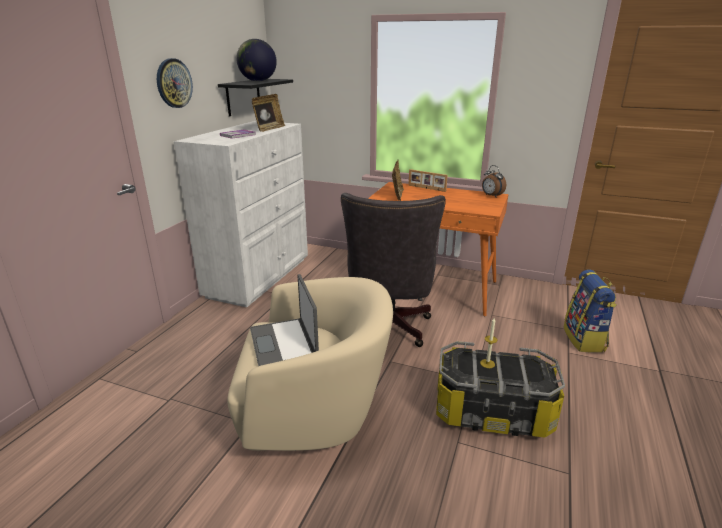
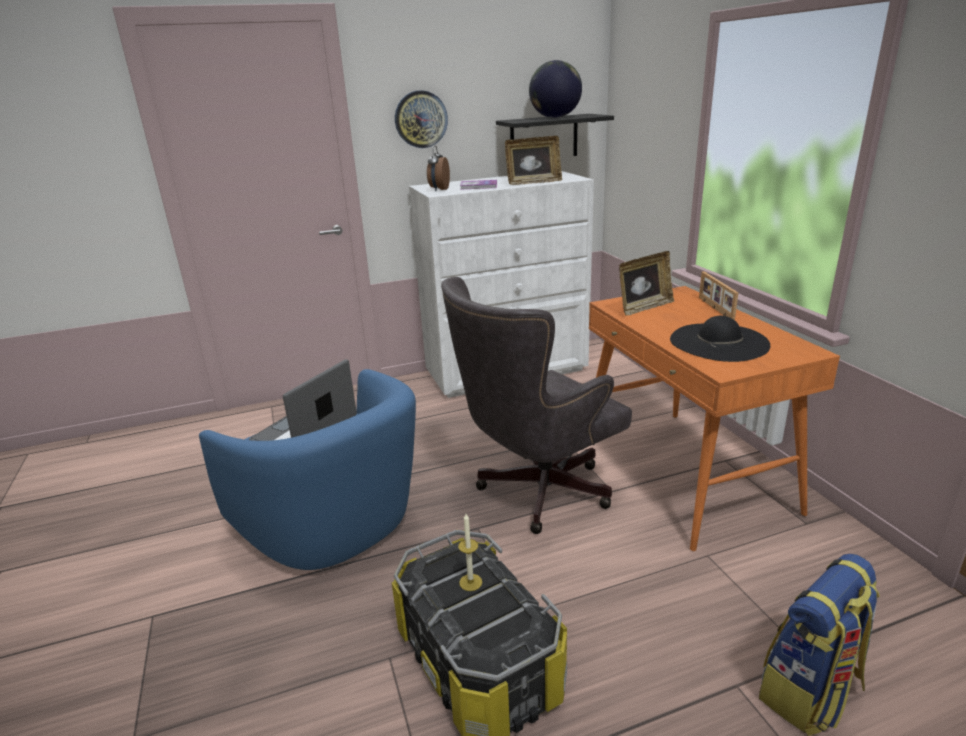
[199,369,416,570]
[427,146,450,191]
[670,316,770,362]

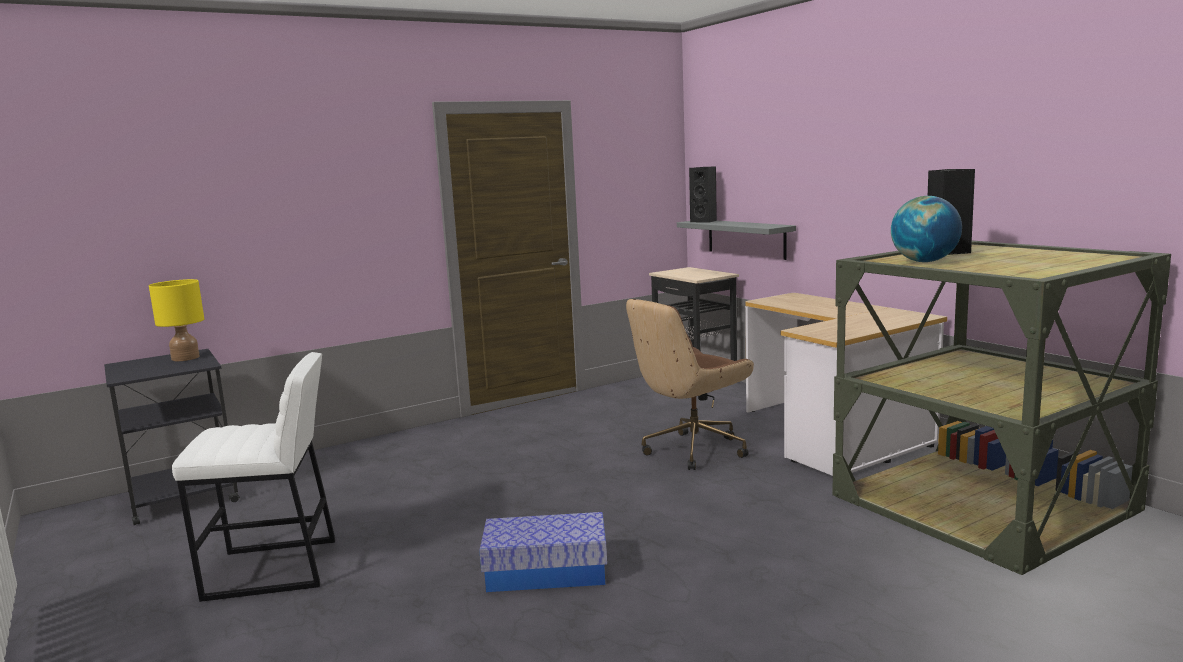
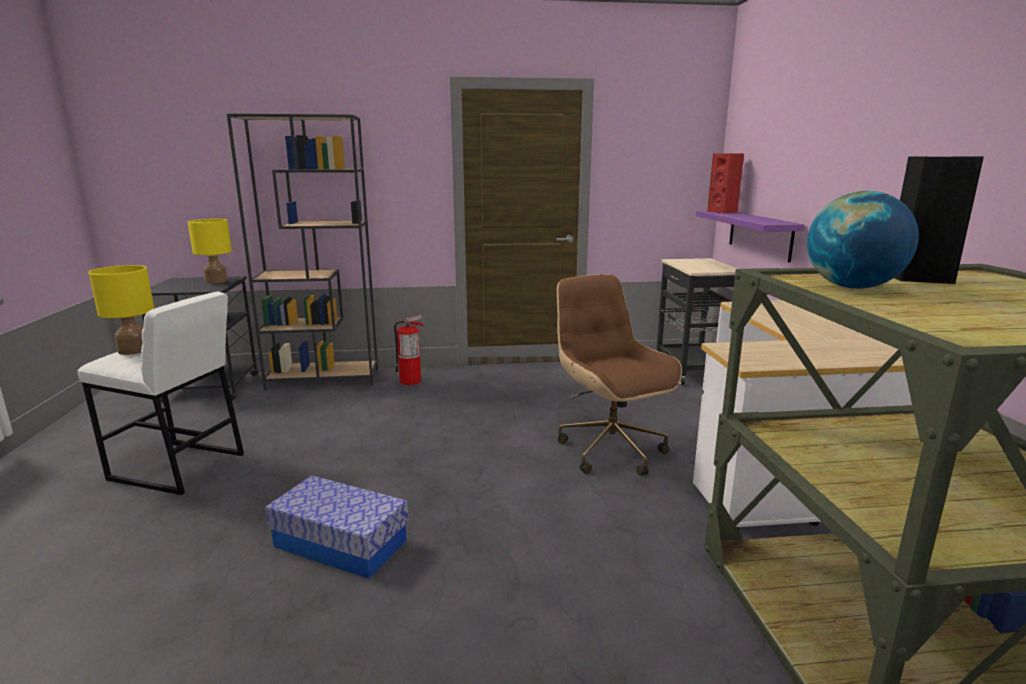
[88,265,154,355]
[227,114,378,390]
[394,315,424,385]
[557,274,682,476]
[696,211,805,263]
[707,153,744,214]

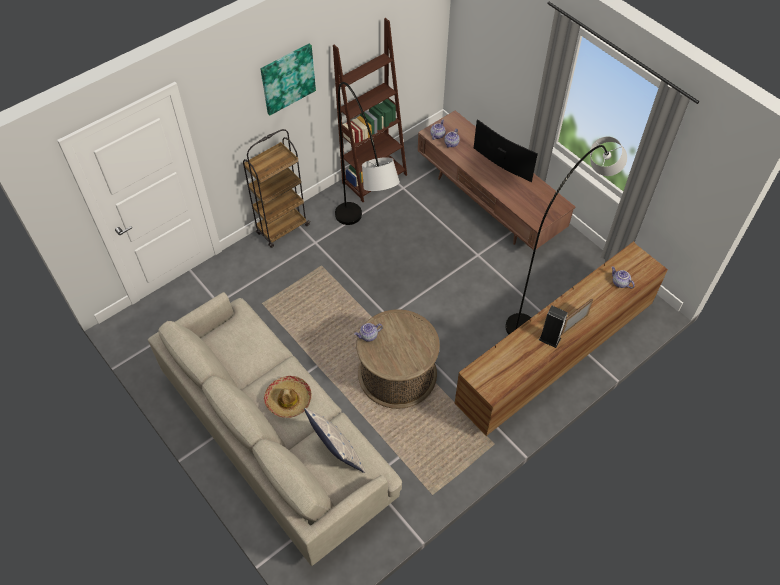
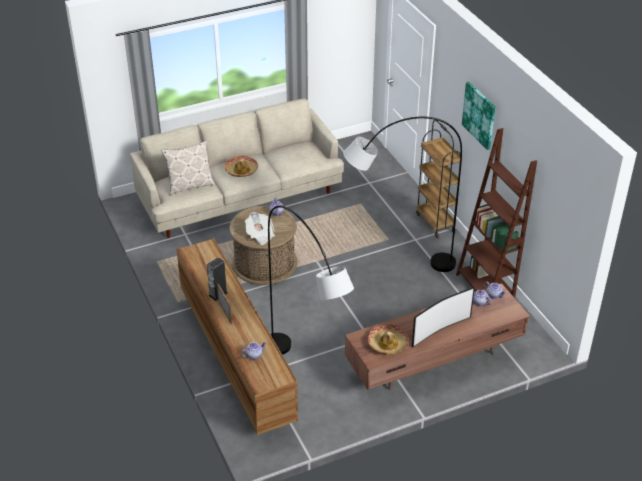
[245,212,275,245]
[368,324,409,355]

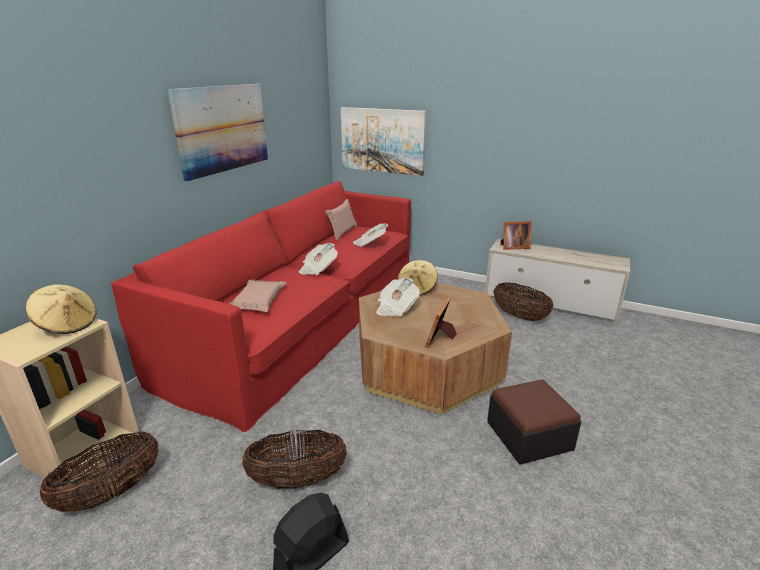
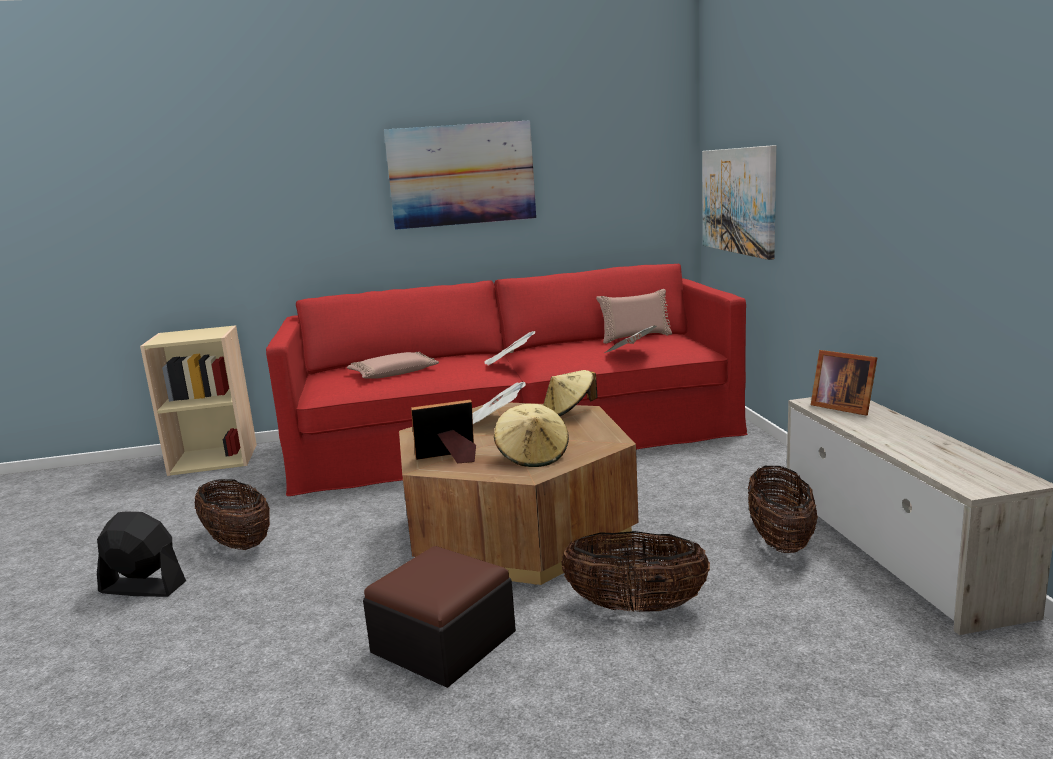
[494,404,569,467]
[562,531,710,612]

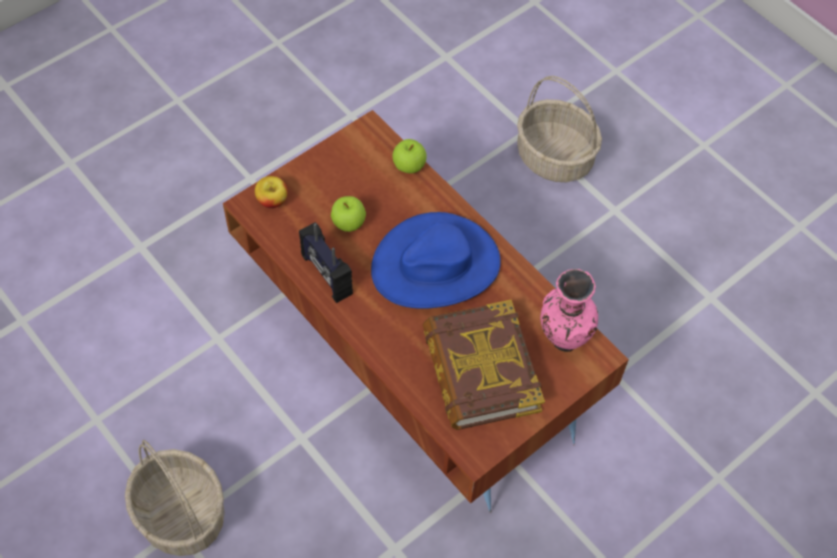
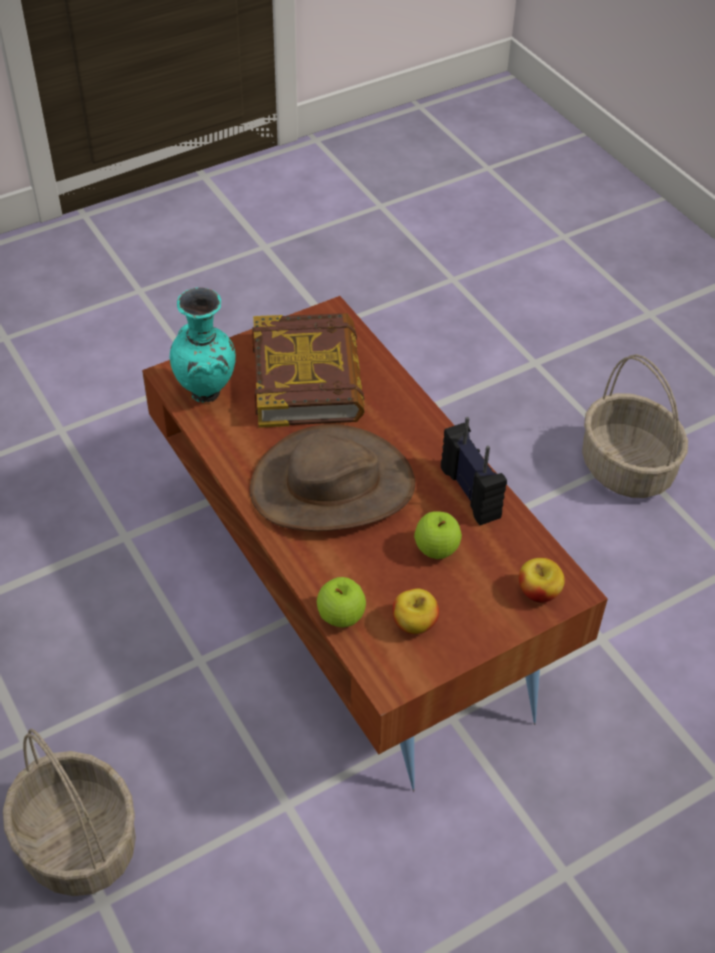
[170,287,236,403]
[250,424,415,531]
[393,589,439,634]

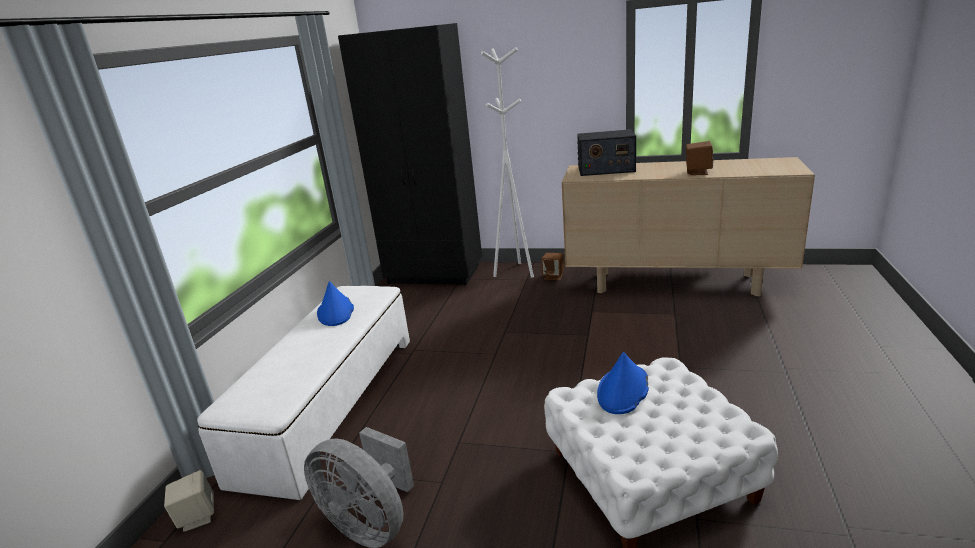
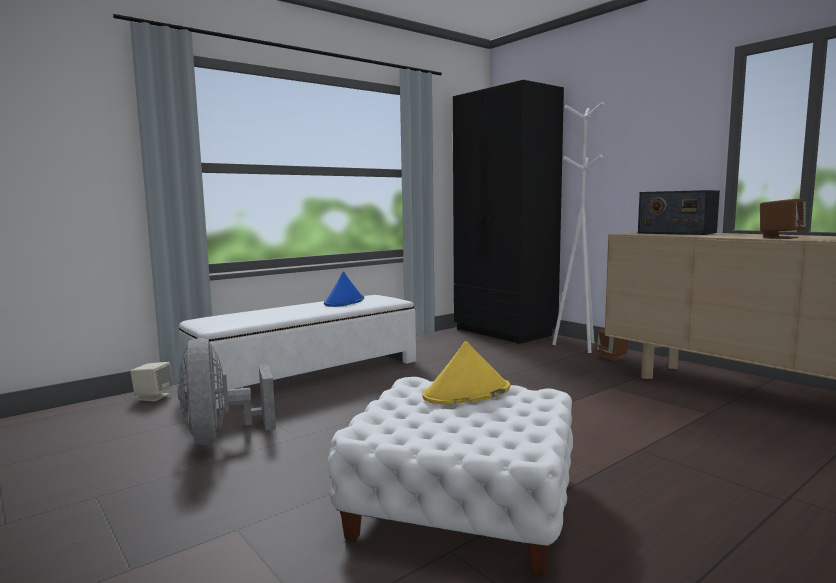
[422,341,510,405]

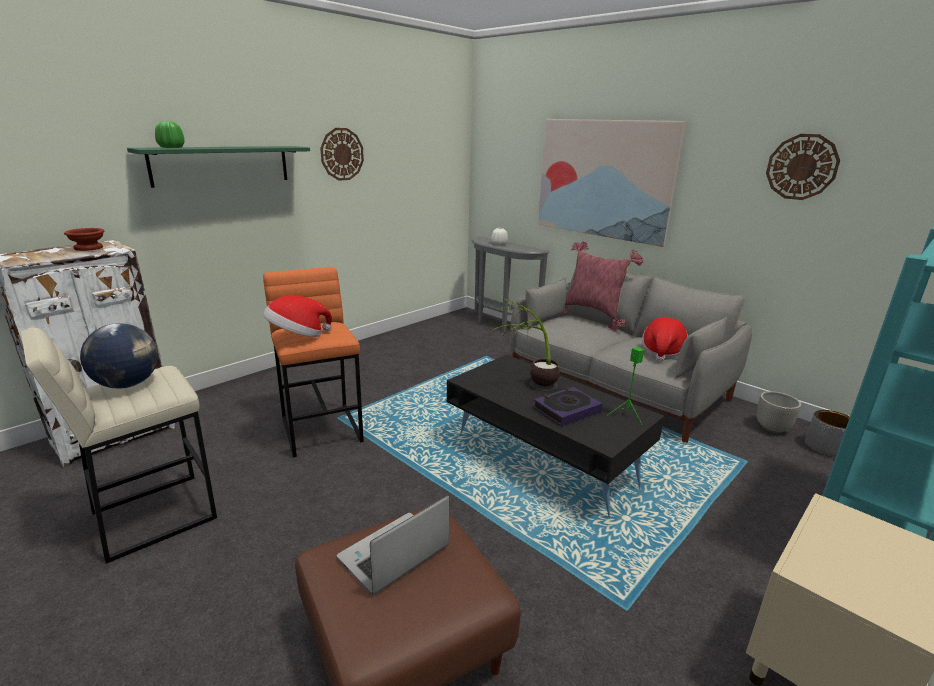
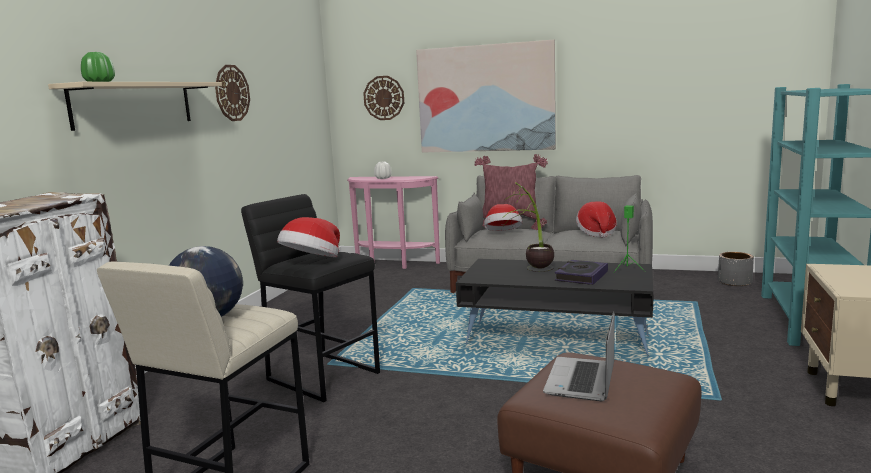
[48,82,222,131]
[241,194,380,402]
[347,176,440,269]
[363,76,404,120]
[484,204,522,231]
[64,228,104,251] (first image)
[757,391,801,433] (first image)

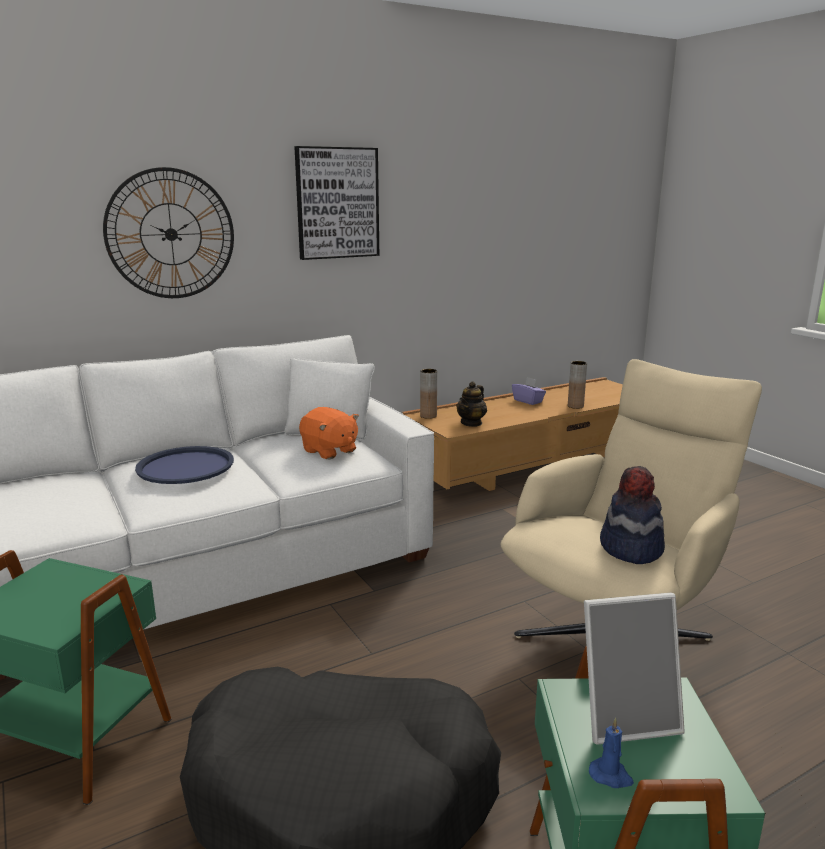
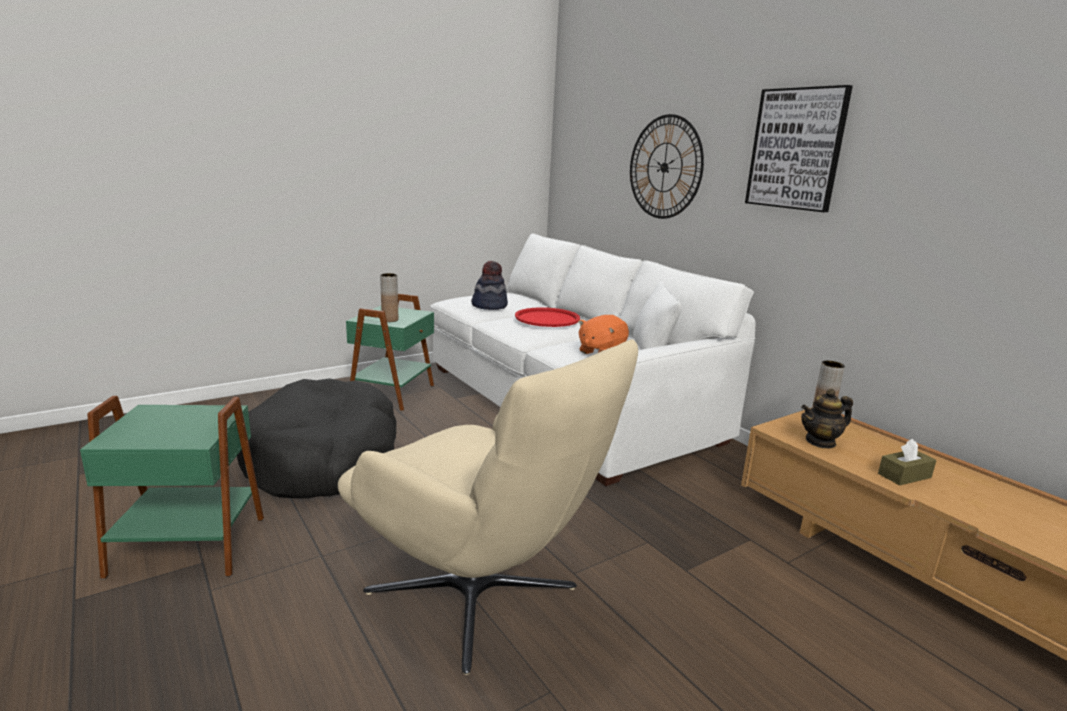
[380,273,398,322]
[471,261,508,310]
[515,307,580,327]
[801,389,853,449]
[878,439,937,486]
[512,377,546,405] (first image)
[584,593,685,745] (first image)
[589,718,634,788] (first image)

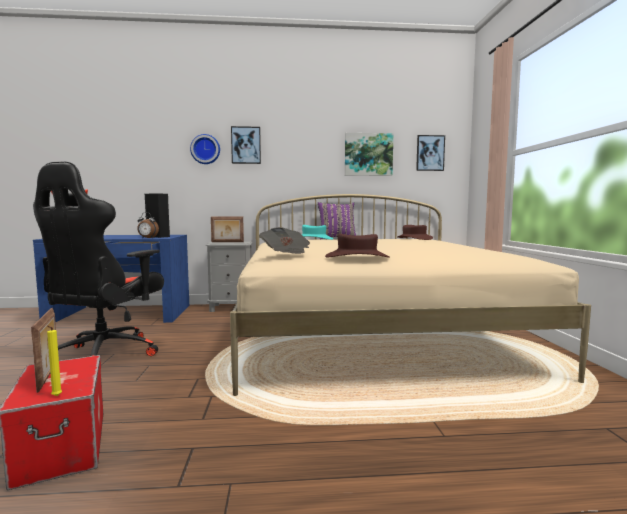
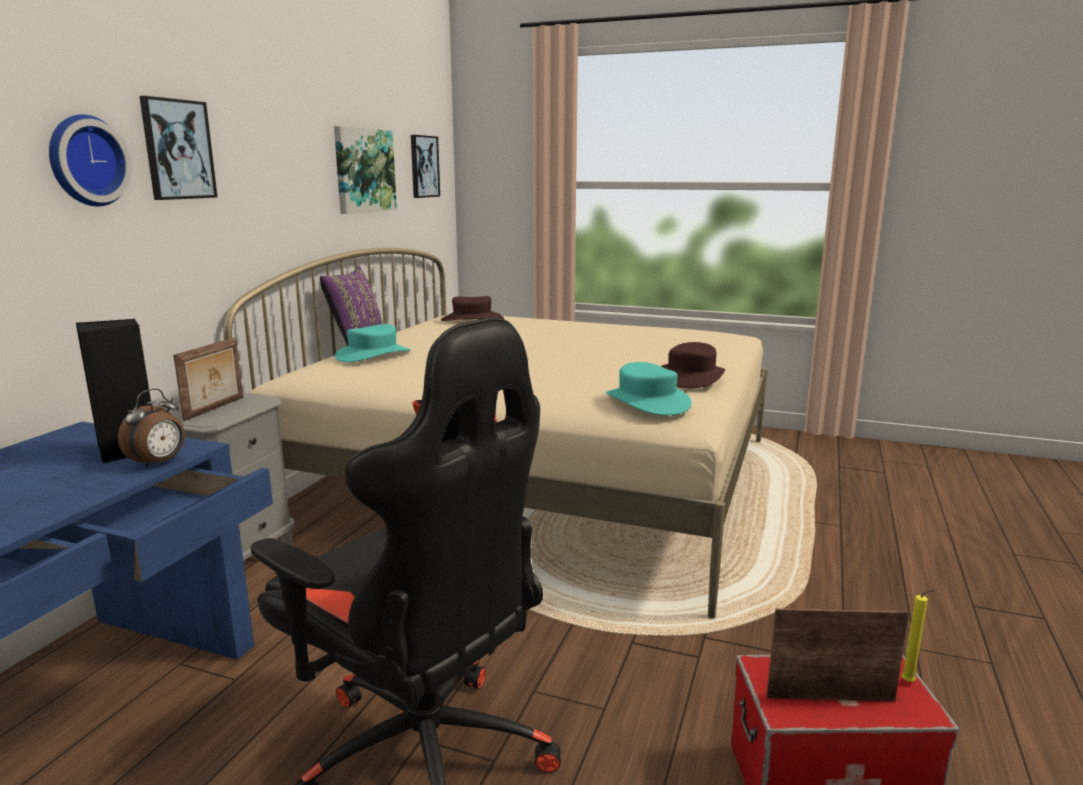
[606,362,692,416]

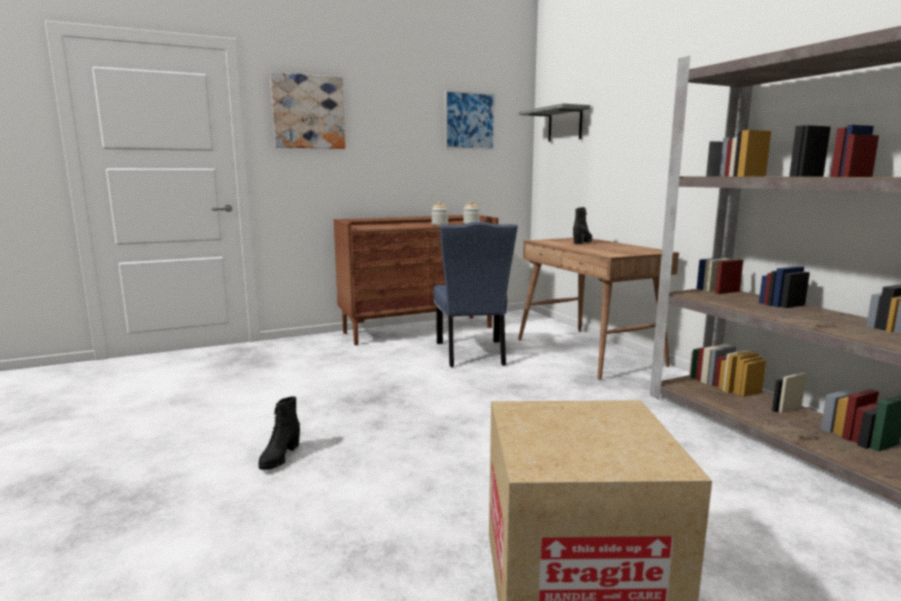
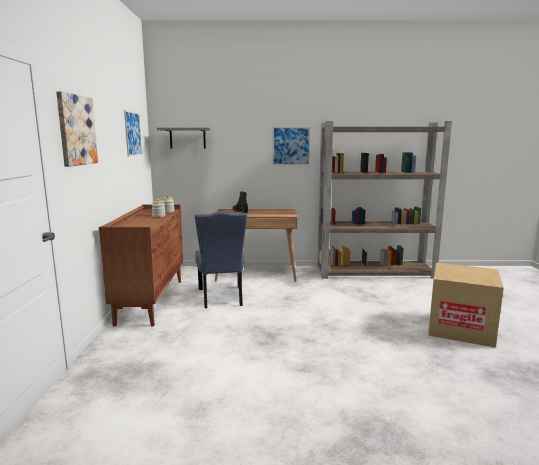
[194,212,247,309]
[273,127,311,165]
[258,396,300,470] (first image)

